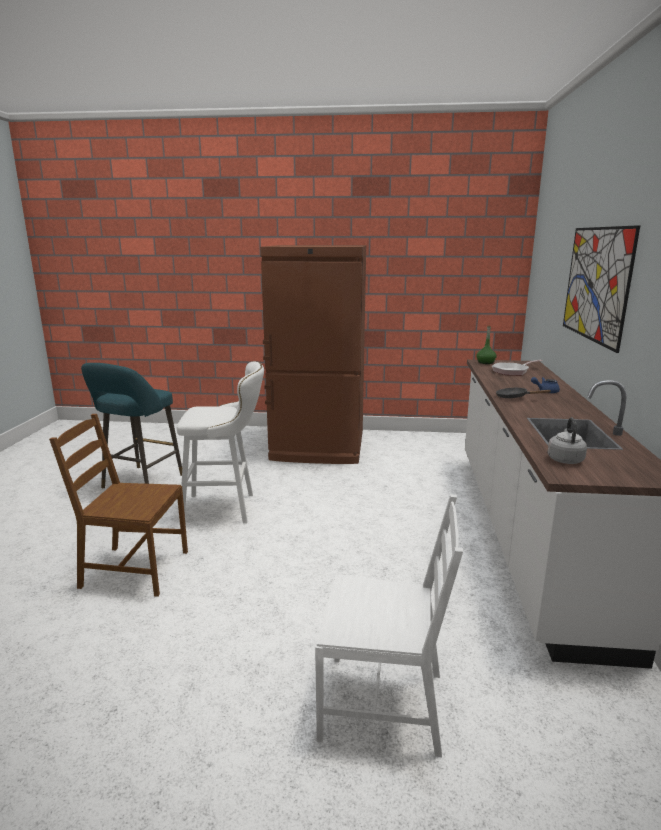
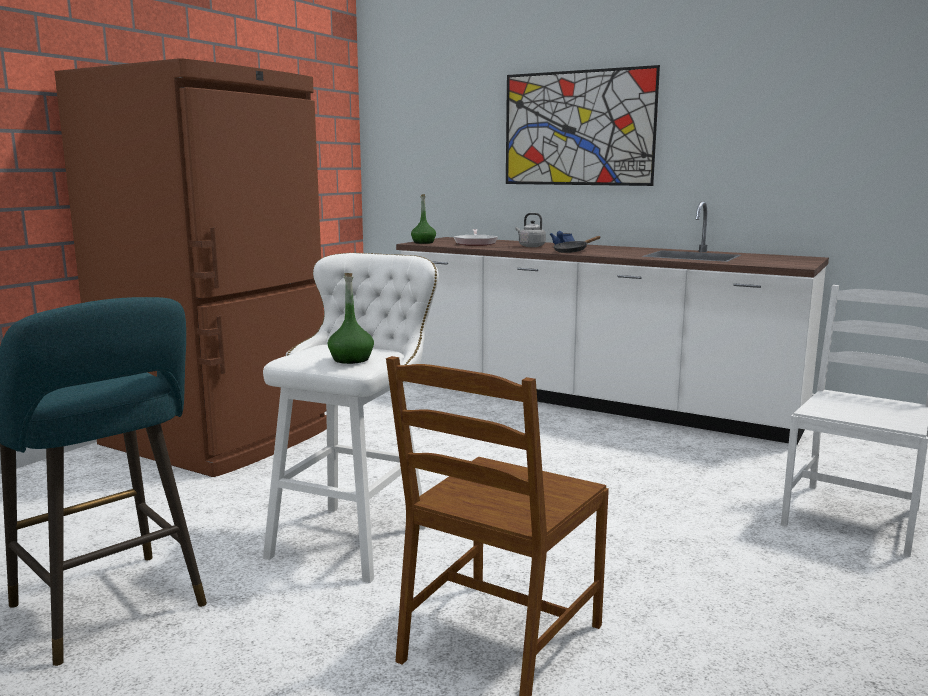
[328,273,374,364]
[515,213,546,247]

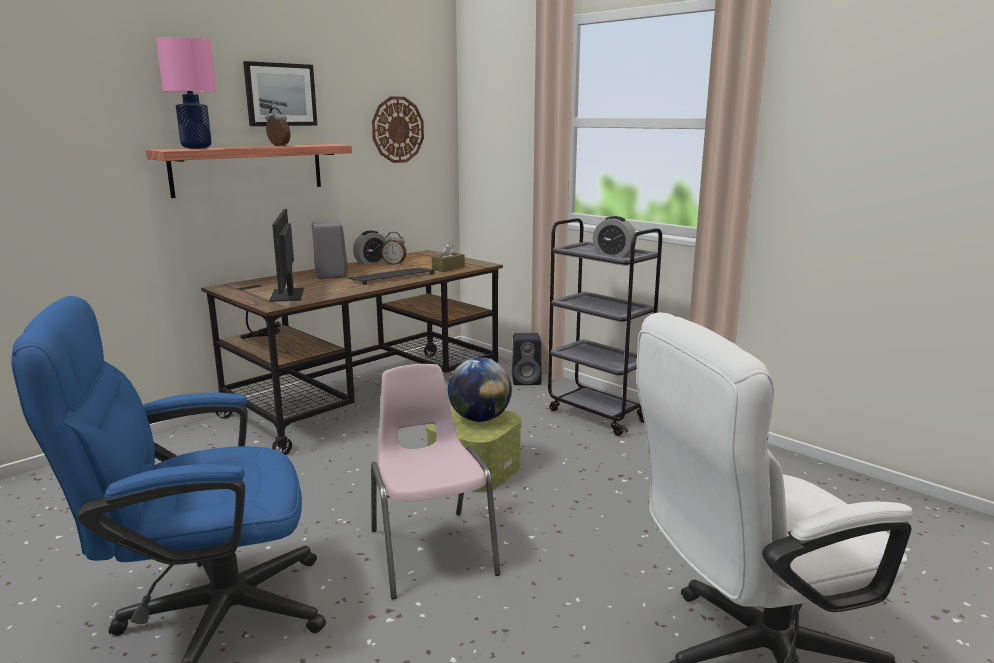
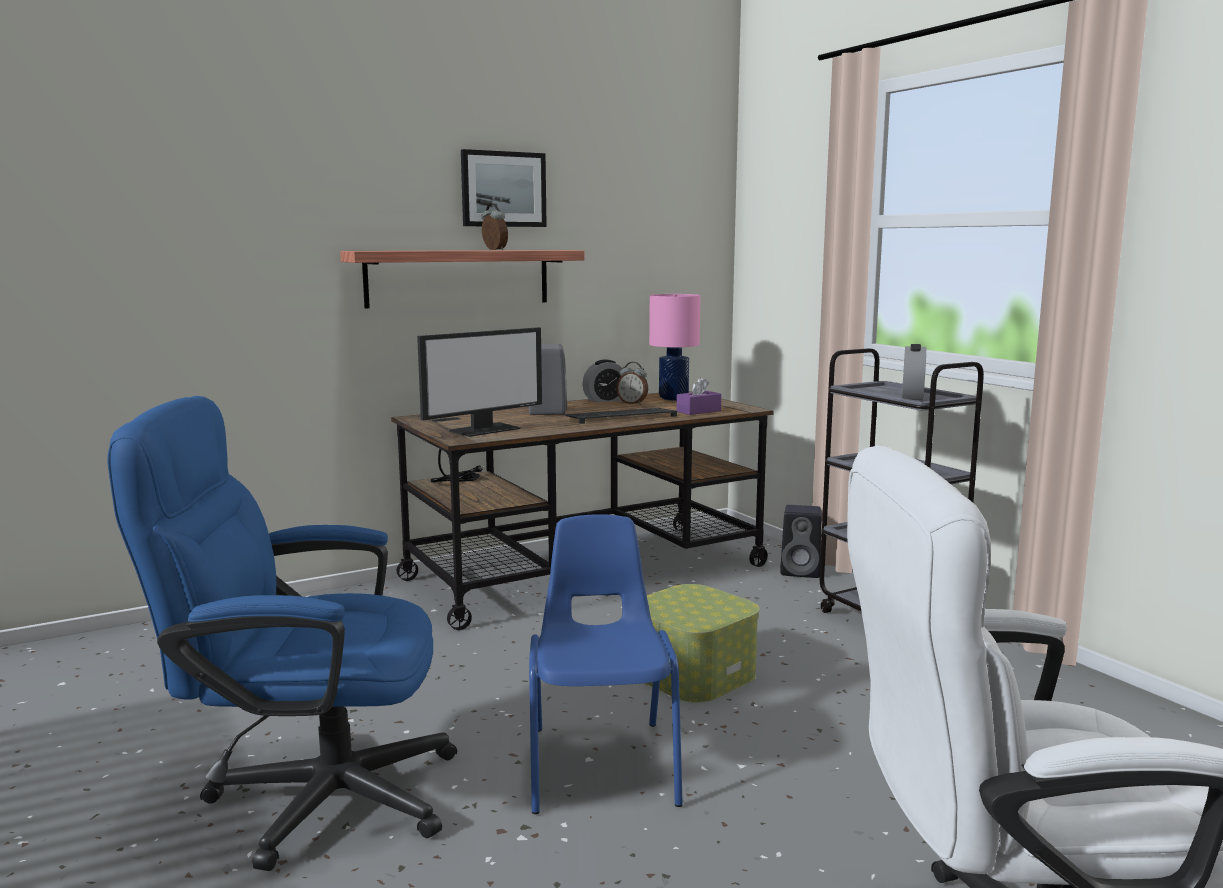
[417,327,542,437]
[529,514,683,814]
[649,294,700,401]
[676,377,721,415]
[902,344,926,401]
[372,96,424,163] (first image)
[448,357,512,422] (first image)

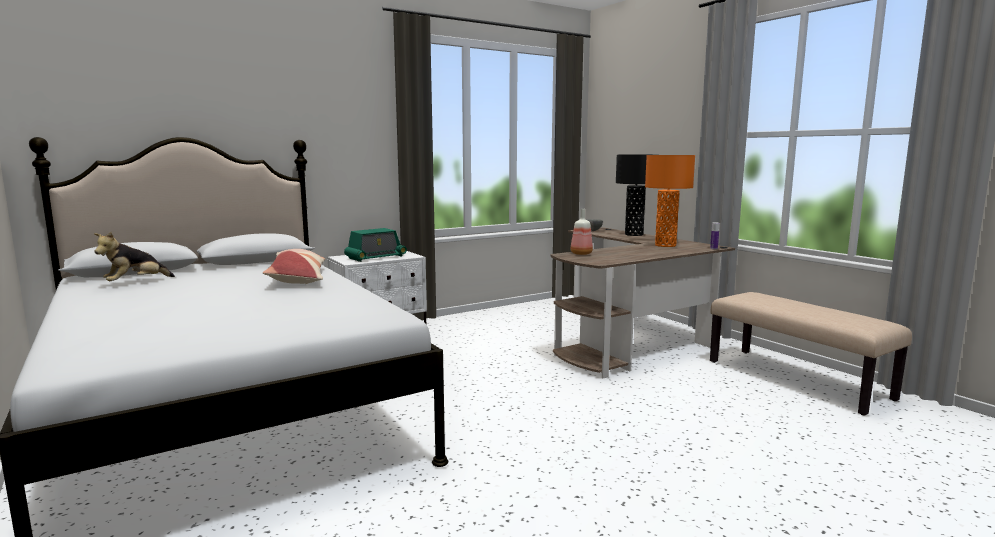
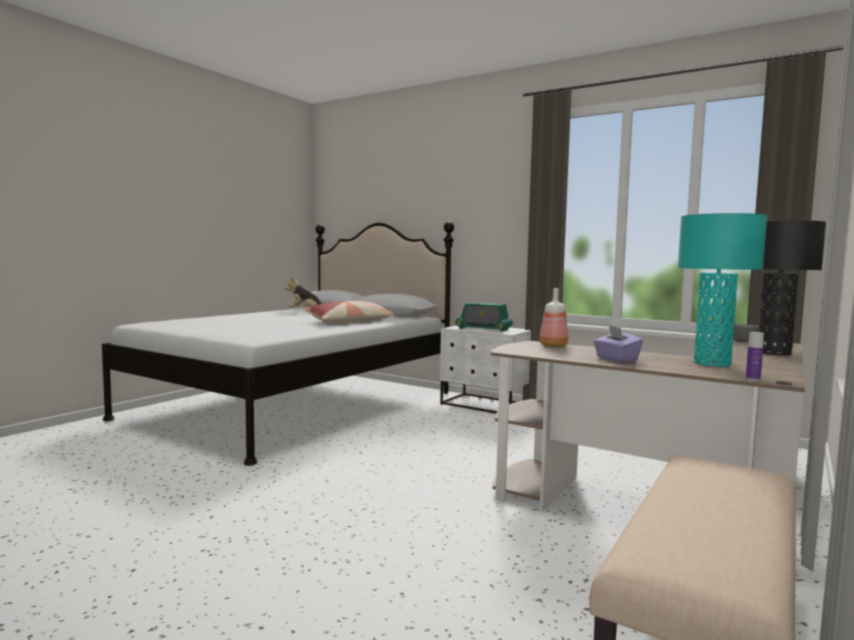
[593,326,643,362]
[678,213,767,367]

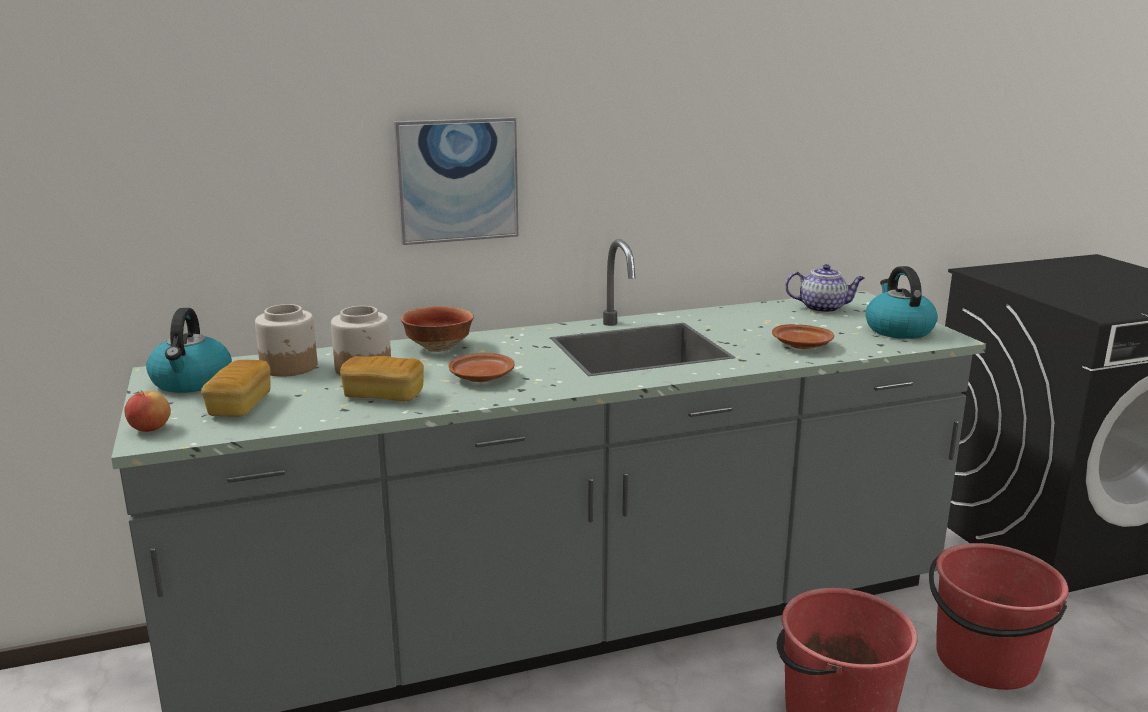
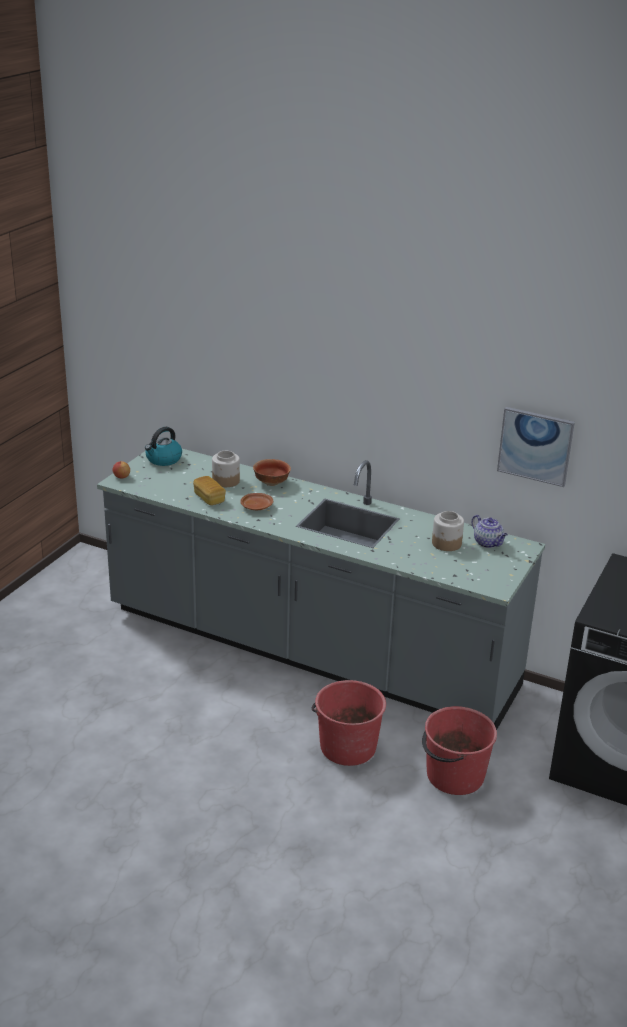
[432,511,464,551]
[497,407,575,487]
[201,360,271,417] (first image)
[772,324,834,349] (first image)
[866,266,938,339] (first image)

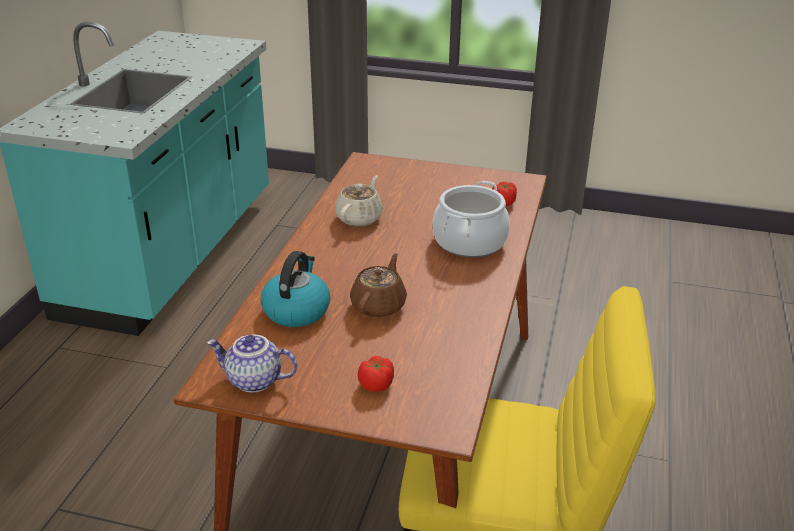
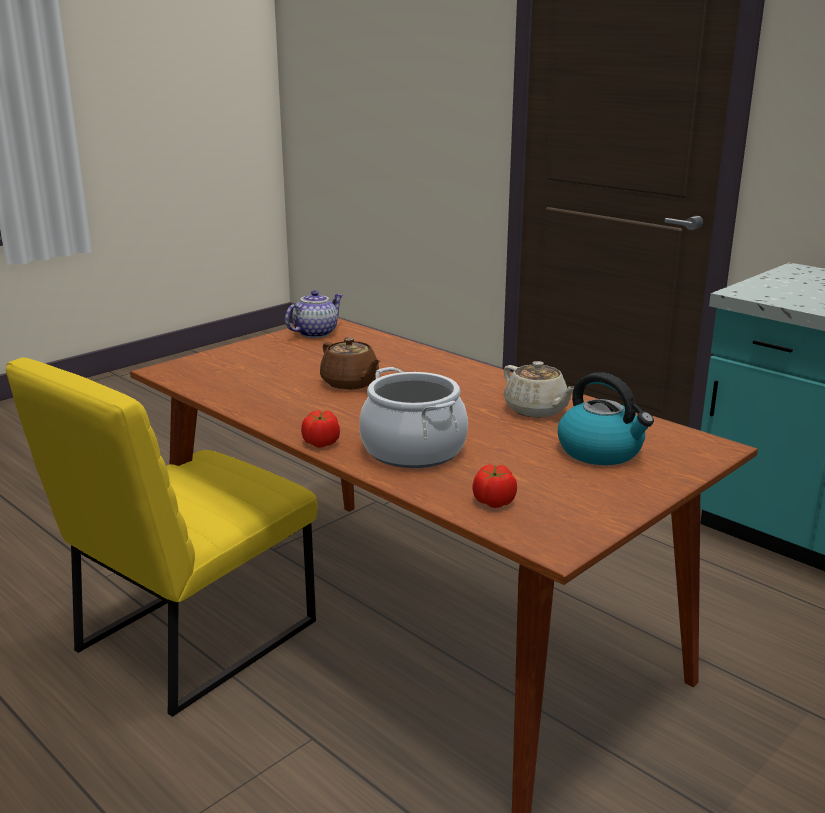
[301,411,340,448]
[558,372,654,465]

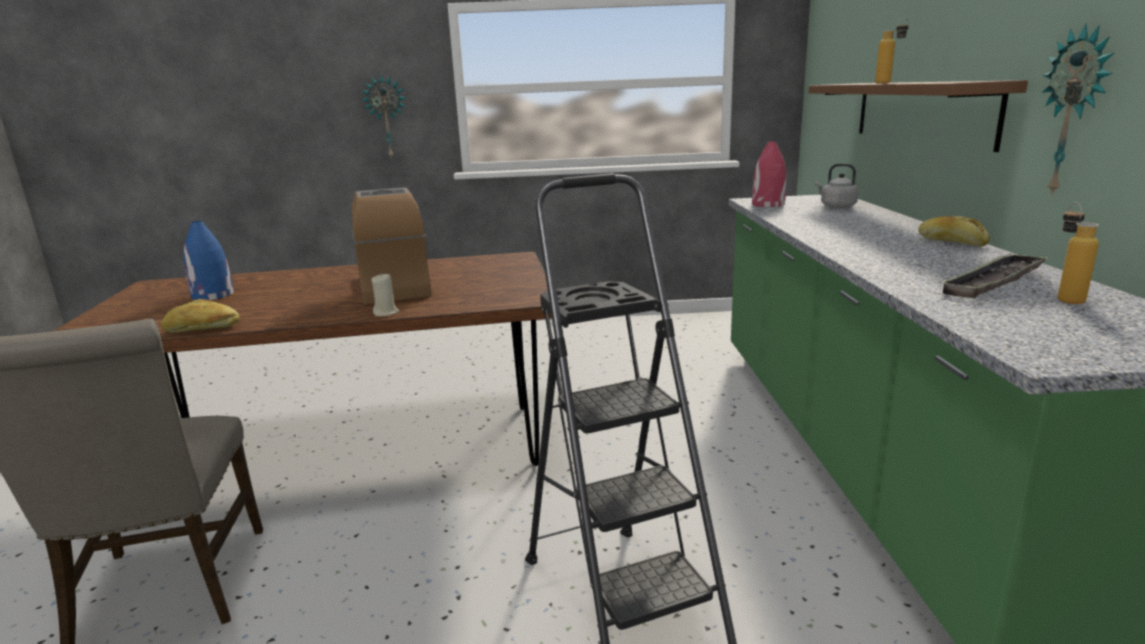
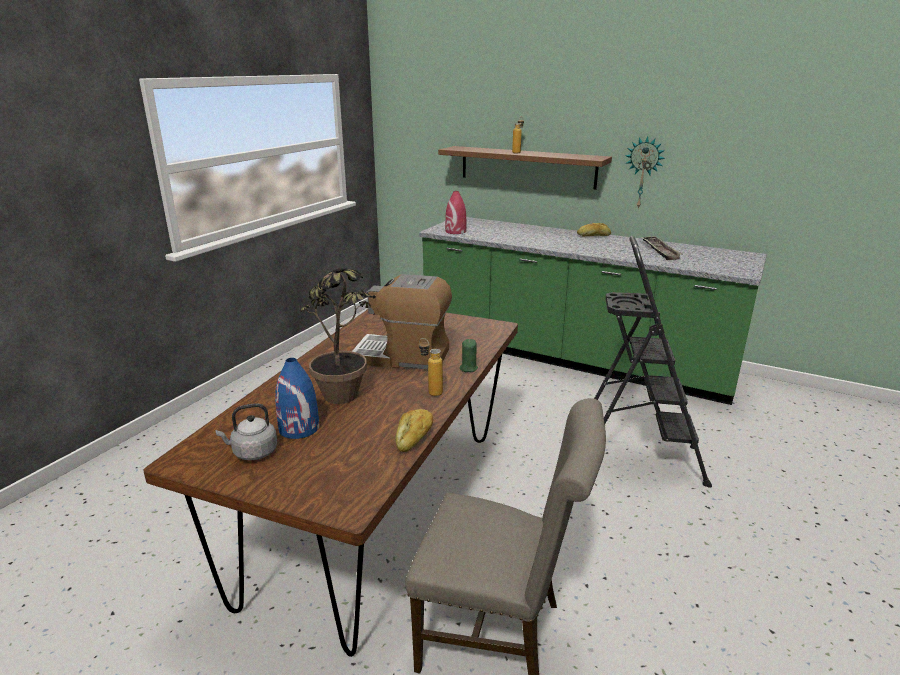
[215,403,277,461]
[301,268,371,404]
[419,338,443,396]
[460,339,478,372]
[361,75,406,160] (first image)

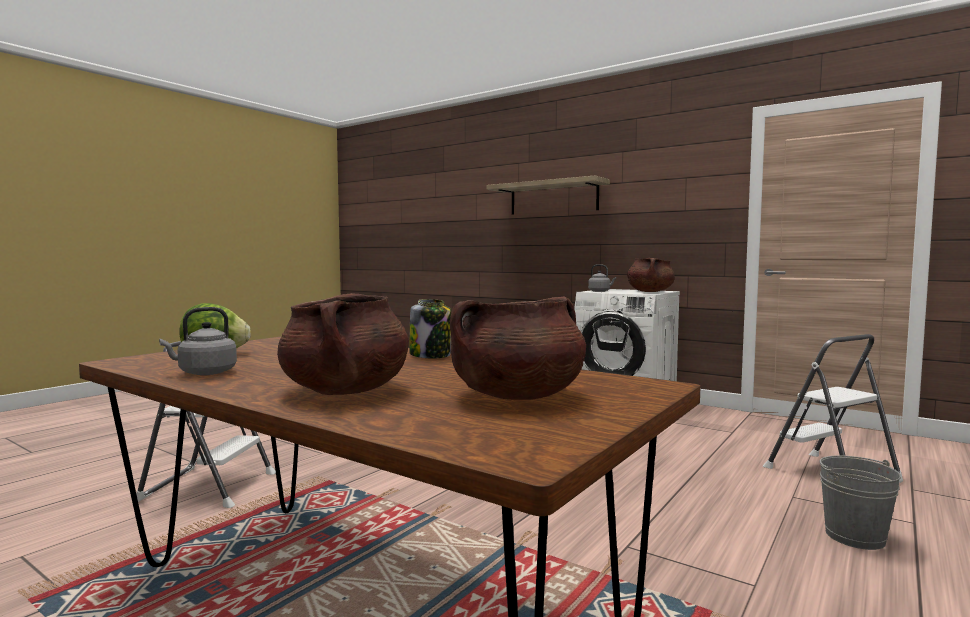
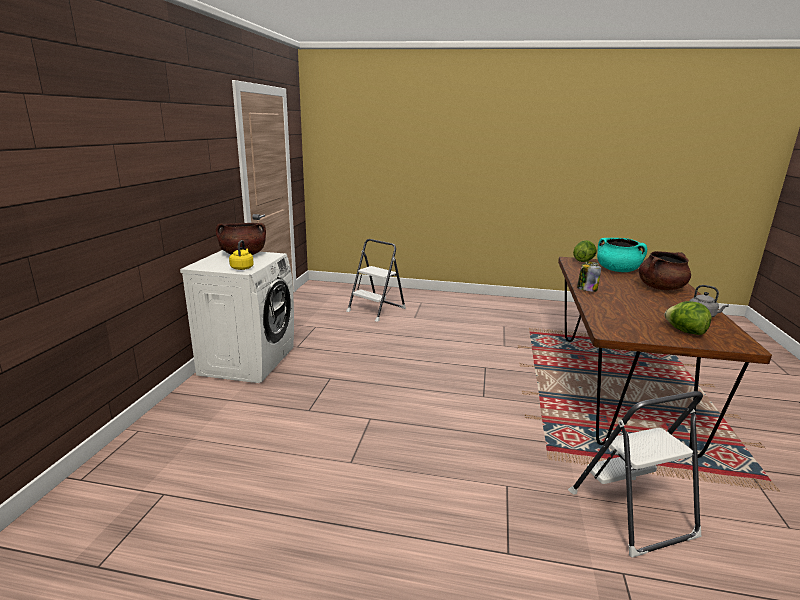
[229,240,254,270]
[573,240,597,262]
[597,238,647,272]
[486,176,610,215] (first image)
[819,455,901,550] (first image)

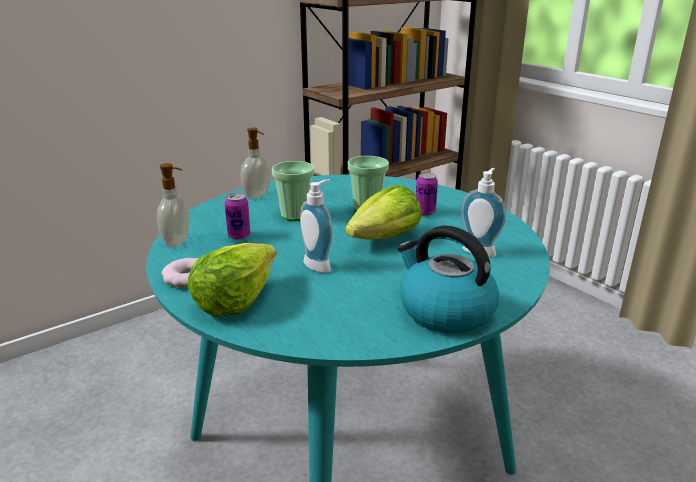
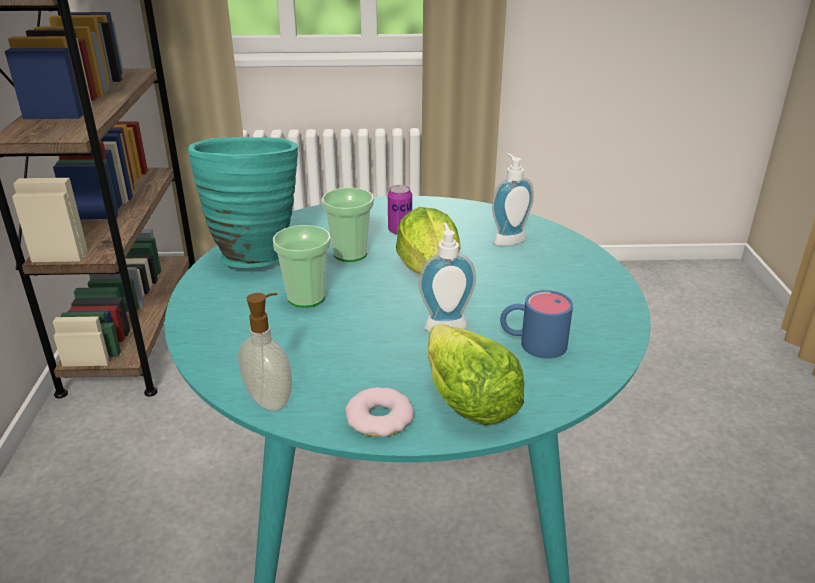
[188,137,298,268]
[500,290,573,359]
[225,193,250,240] (first image)
[240,128,270,199] (first image)
[397,225,499,333] (first image)

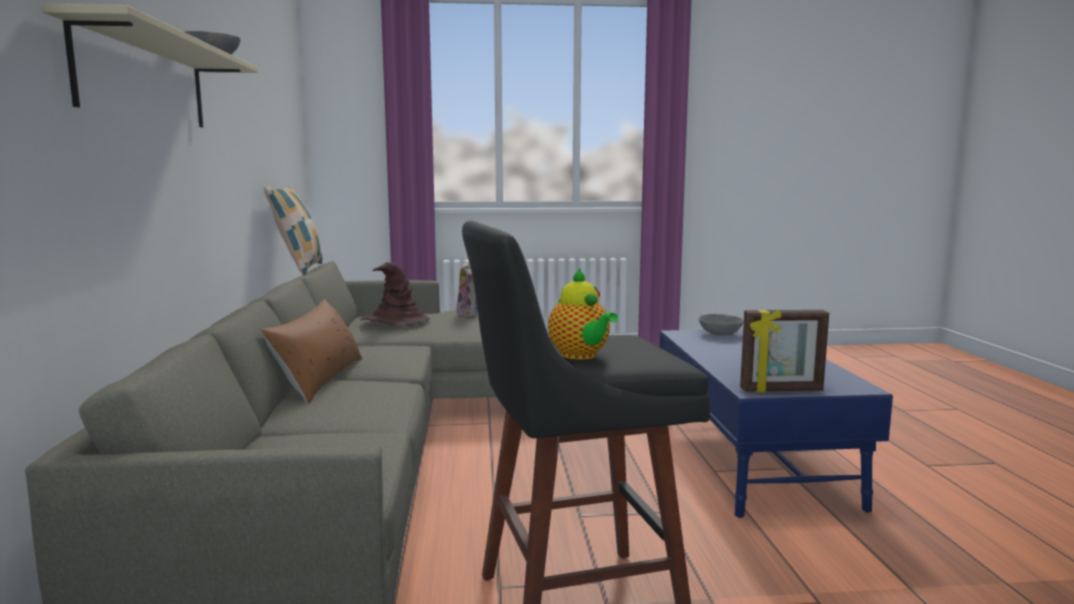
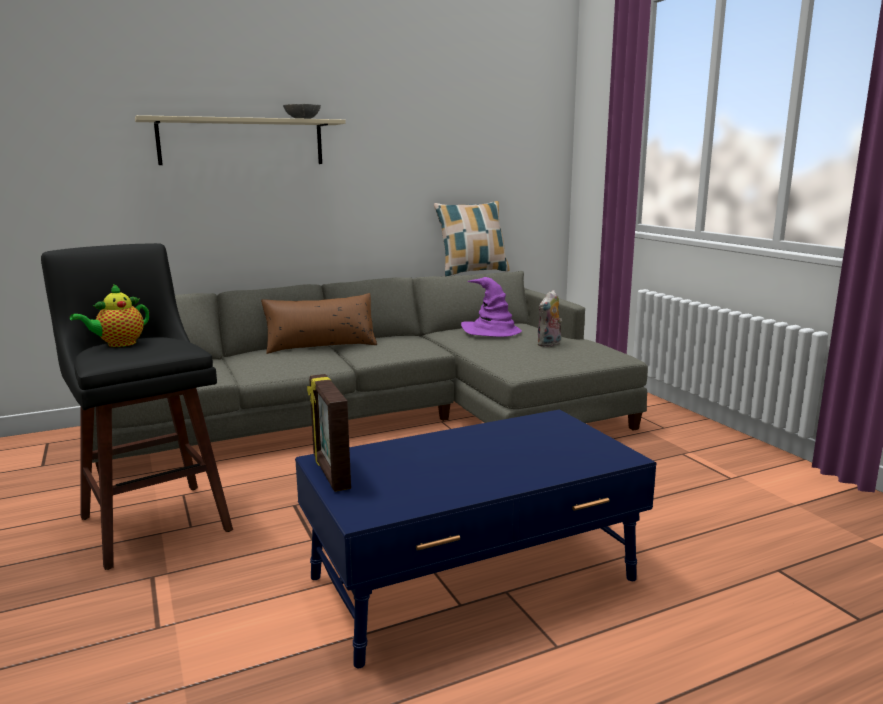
[461,277,522,337]
[698,314,744,336] (first image)

